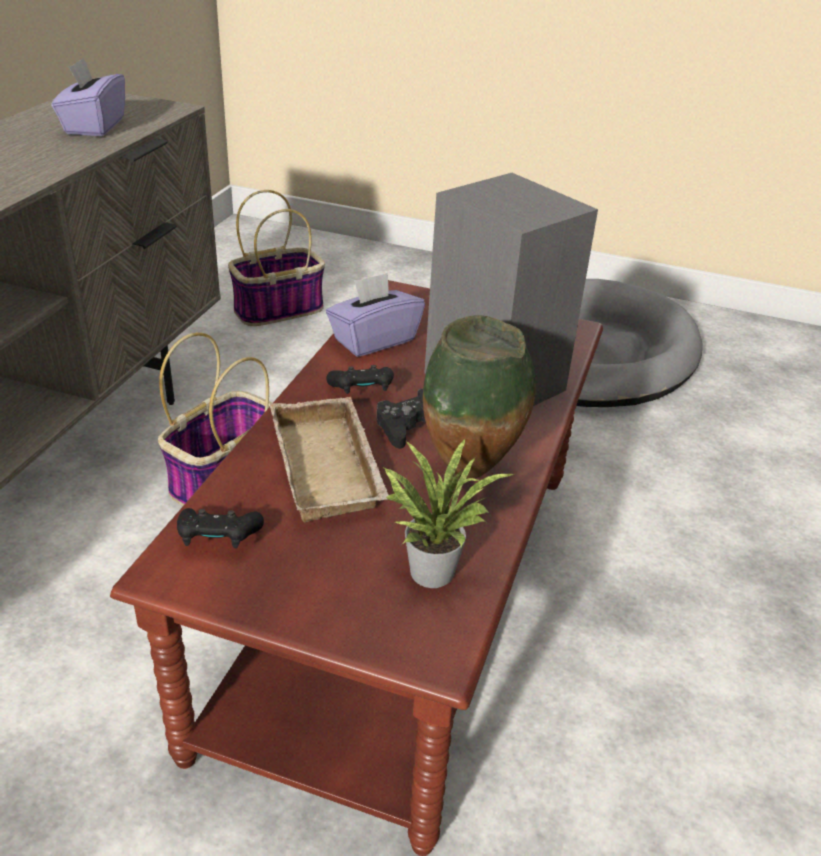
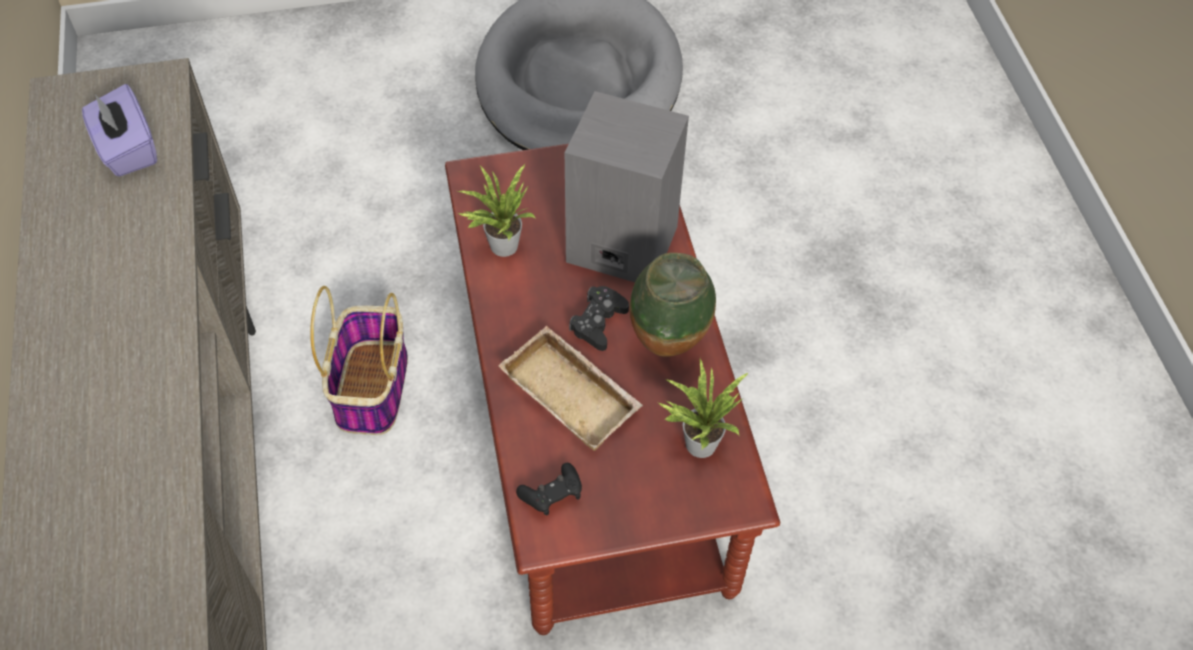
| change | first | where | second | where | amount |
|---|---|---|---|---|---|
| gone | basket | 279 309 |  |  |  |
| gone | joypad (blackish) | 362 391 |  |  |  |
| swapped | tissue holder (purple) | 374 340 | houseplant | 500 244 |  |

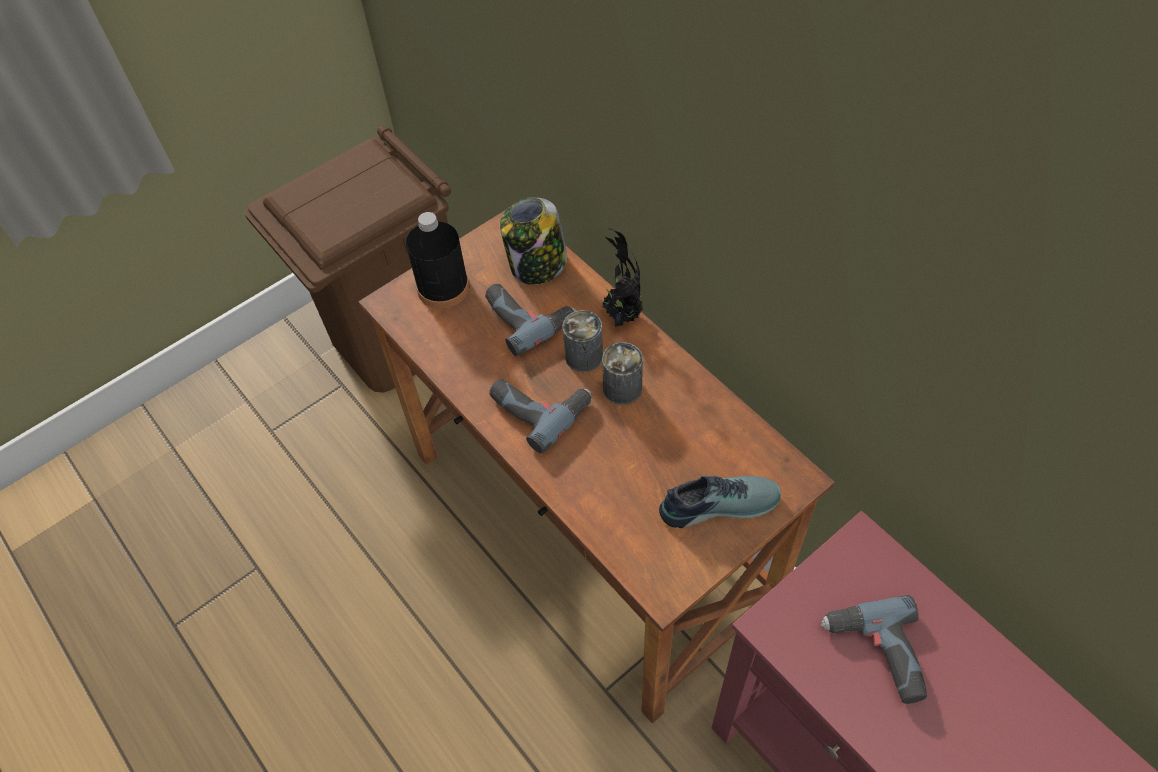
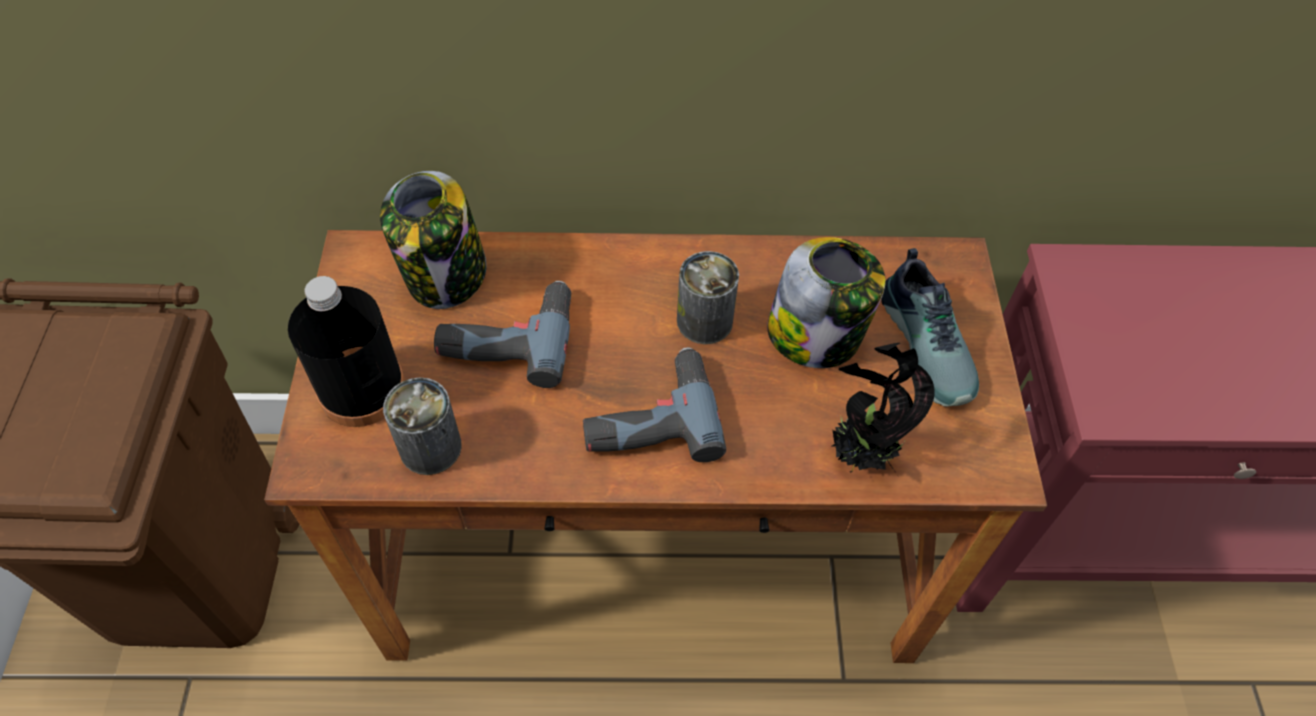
| change | first | where | second | where | amount |
|---|---|---|---|---|---|
| gone | drill | 876 656 |  |  |  |
| new |  |  | preserve jar | 816 335 |  |
| shifted | sealed can | 584 356 |  | 430 447 |  |
| shifted | houseplant | 621 315 |  | 859 456 |  |
| rotated | low shoe | 718 502 |  | 929 344 | 135 degrees clockwise |

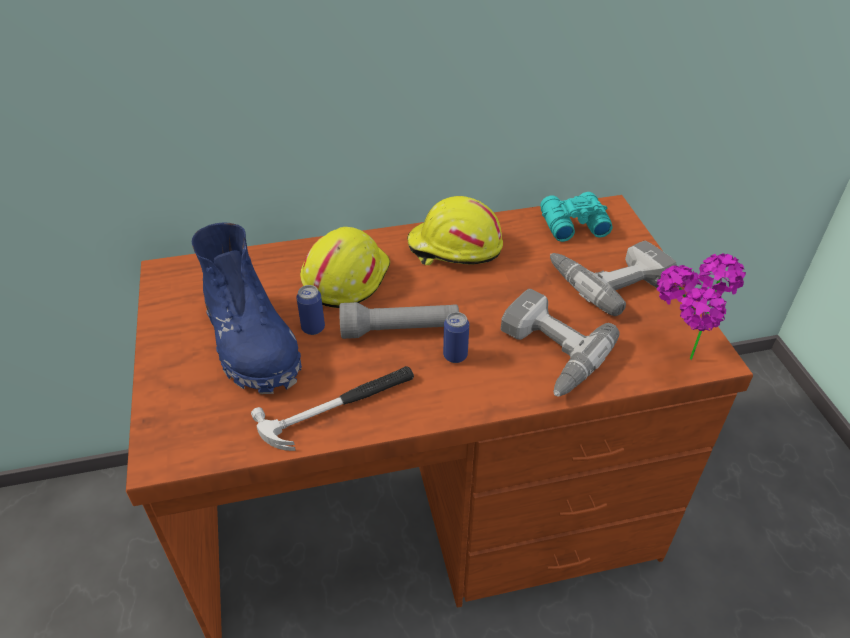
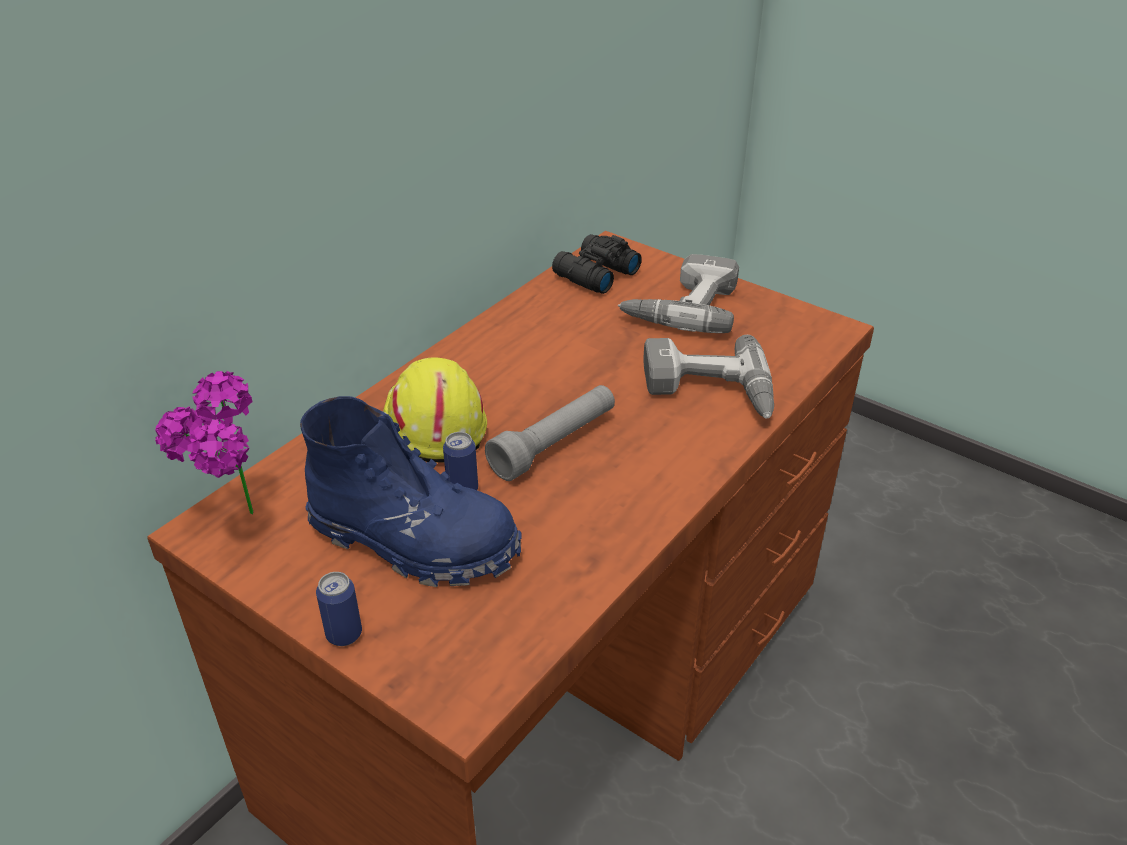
| change | first | where | second | where | amount |
|---|---|---|---|---|---|
| gone | hand hammer | 339 407 |  |  |  |
| gone | work helmet (yellowish) | 454 248 |  |  |  |
| shifted | sealed can | 455 355 |  | 344 634 |  |
| shifted | houseplant | 676 362 |  | 235 525 |  |
| repainted | field glasses (turquoise-coloured) | 572 224 | field glasses (blackish) | 594 274 |  |

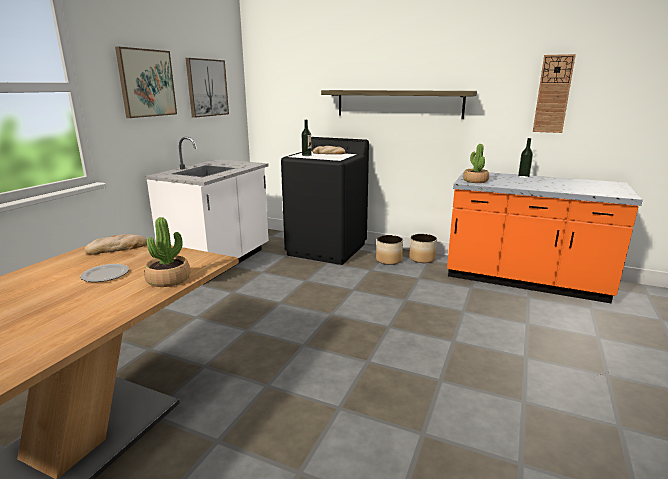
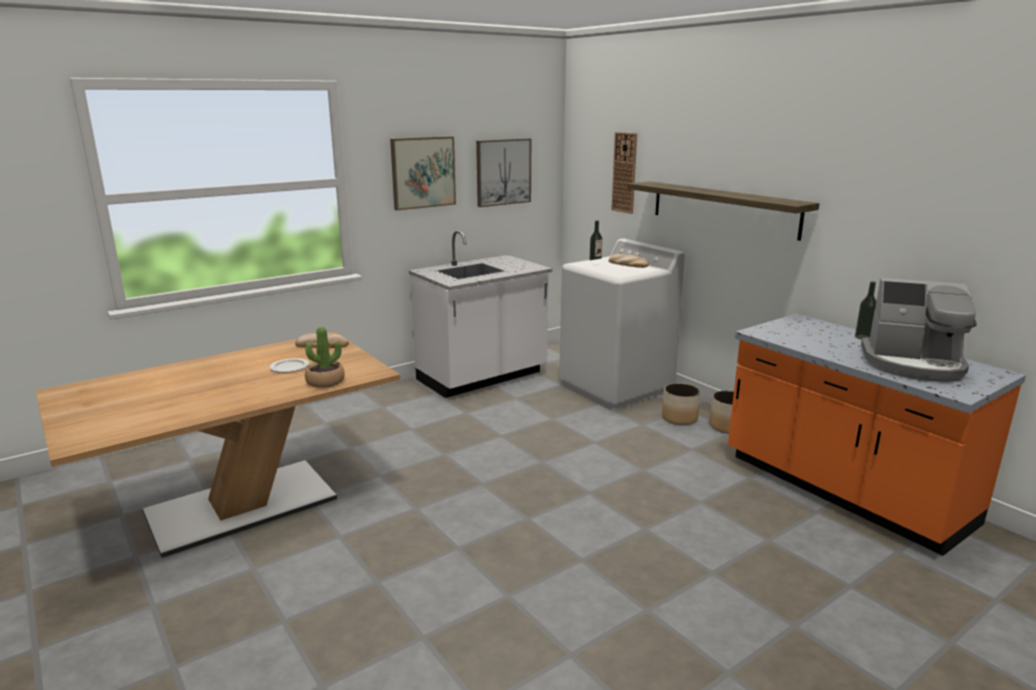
| change | first | where | second | where | amount |
|---|---|---|---|---|---|
| gone | houseplant | 475 181 |  |  |  |
| new |  |  | coffee machine | 913 365 |  |
| shifted | wall clock | 553 94 |  | 624 172 |  |
| repainted | laundry appliance (blackish) | 327 249 | laundry appliance (white-coloured) | 616 387 |  |

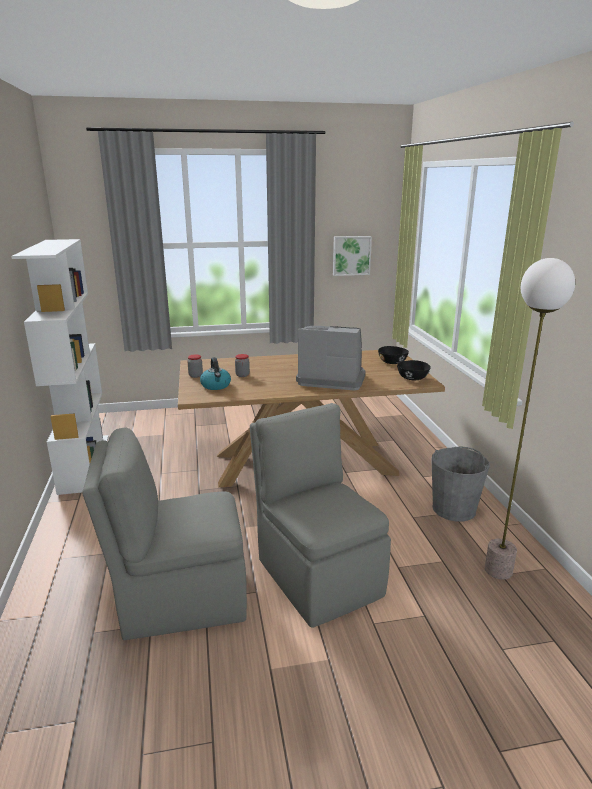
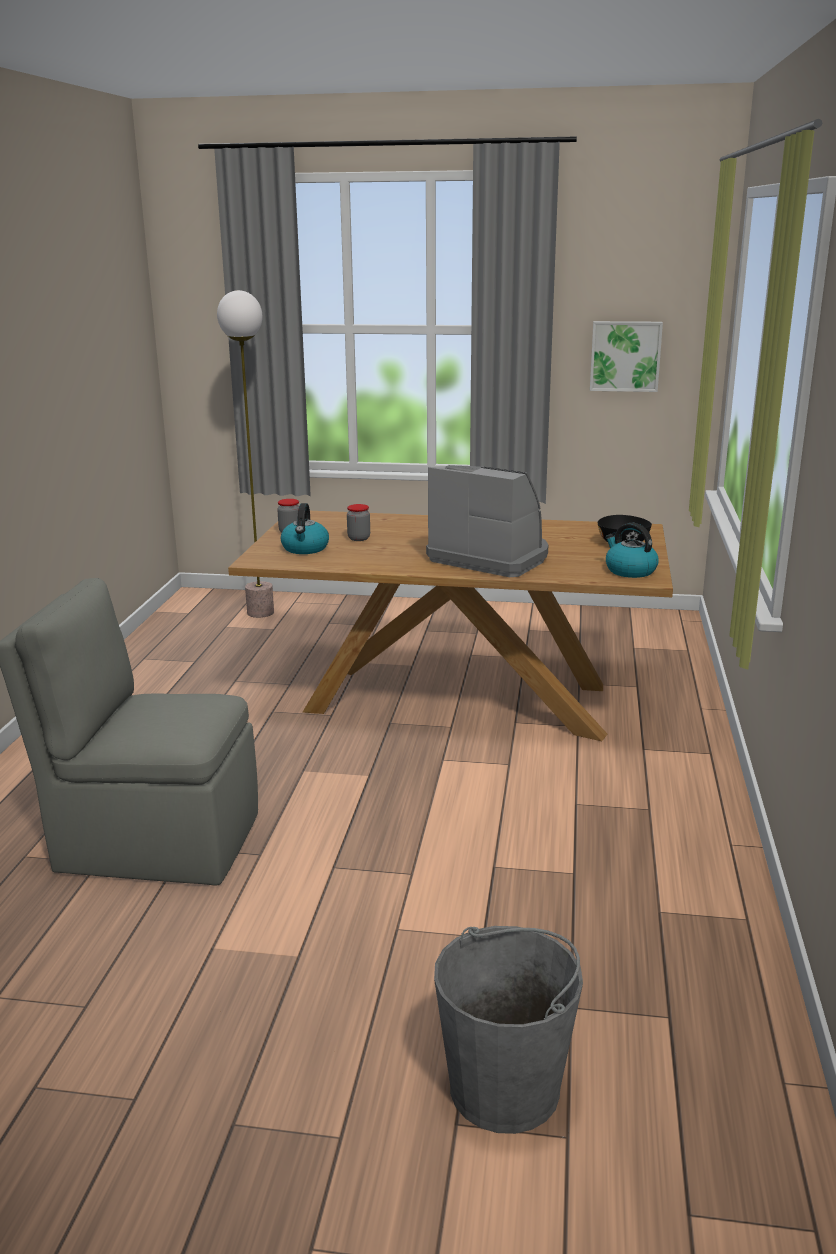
| change | first | where | second | where | amount |
|---|---|---|---|---|---|
| gone | bookshelf (white-coloured) | 84 462 |  |  |  |
| gone | chair (greyish) | 318 575 |  |  |  |
| shifted | water bucket (greyish) | 454 509 |  | 505 1088 |  |
| shifted | standard lamp | 499 570 |  | 261 612 |  |
| swapped | serving bowl (blackish) | 412 378 | water kettle | 629 571 |  |

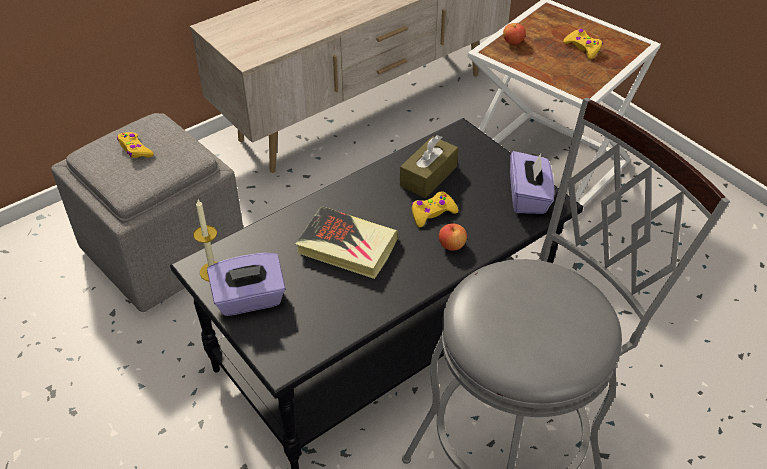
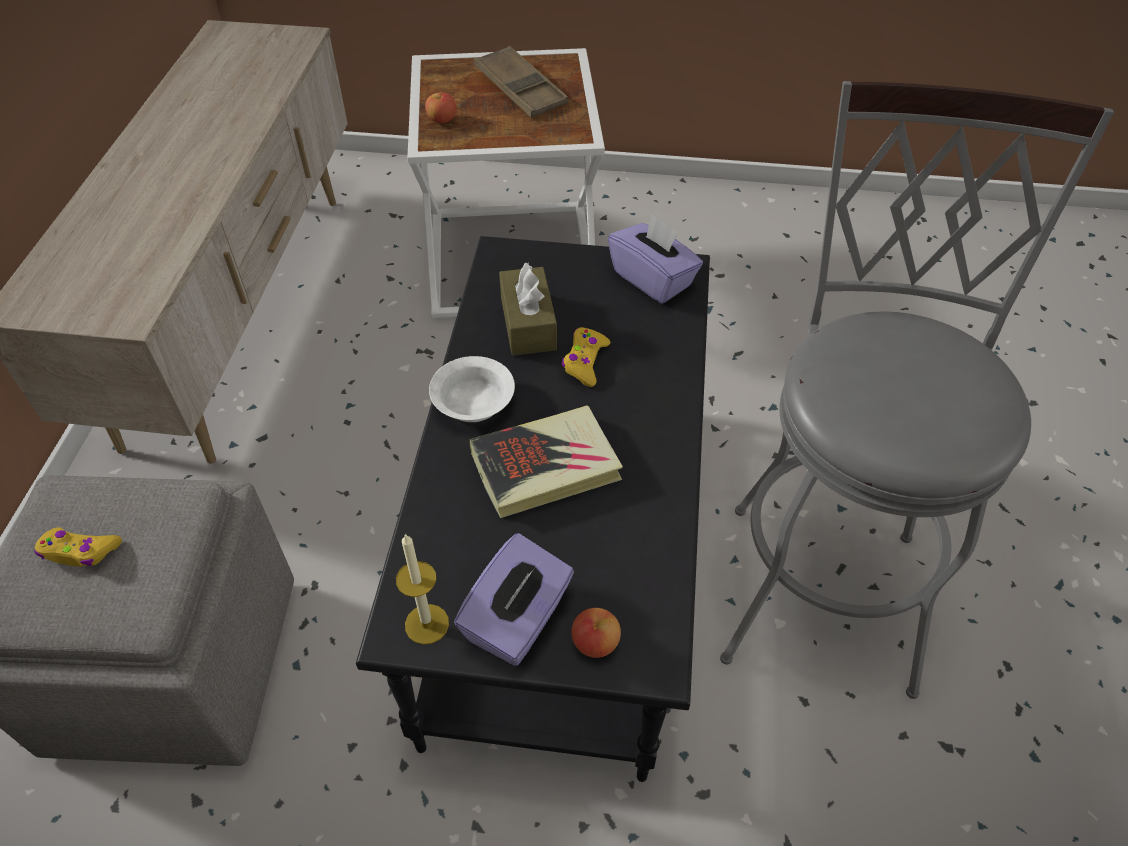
| change | first | where | second | where | amount |
|---|---|---|---|---|---|
| new |  |  | serving bowl (white-coloured) | 472 404 |  |
| shifted | apple fruit | 452 245 |  | 595 642 |  |
| swapped | joypad (yellowish) | 583 48 | tray (brownish) | 520 89 |  |

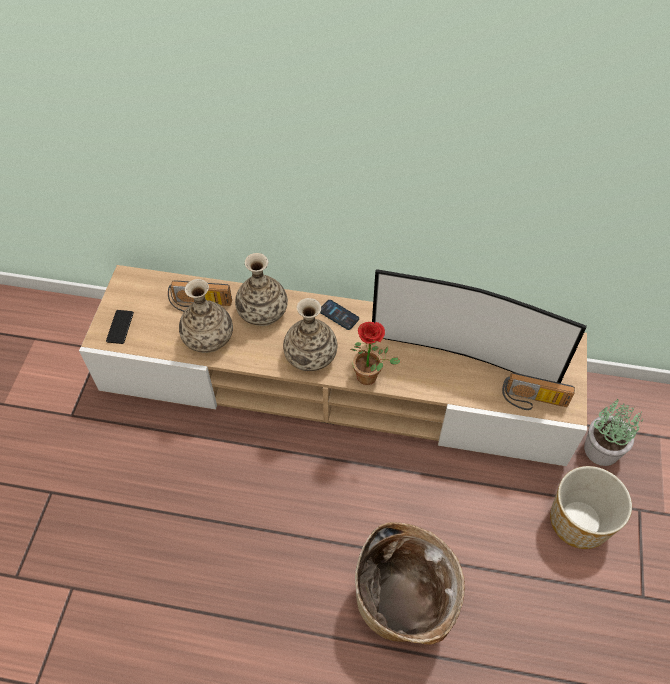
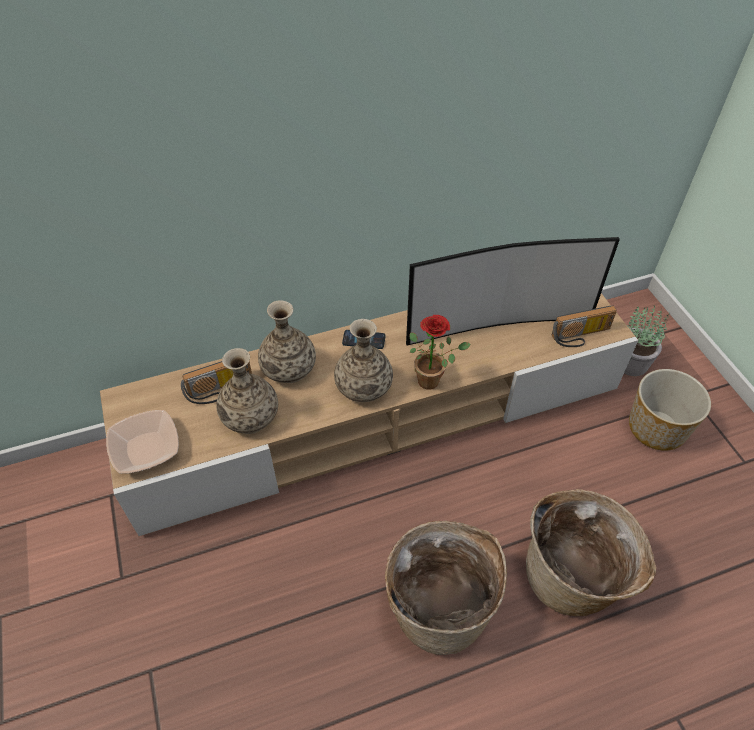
| change | first | where | second | where | amount |
|---|---|---|---|---|---|
| new |  |  | basket | 440 605 |  |
| swapped | handset | 120 327 | serving bowl | 146 449 |  |

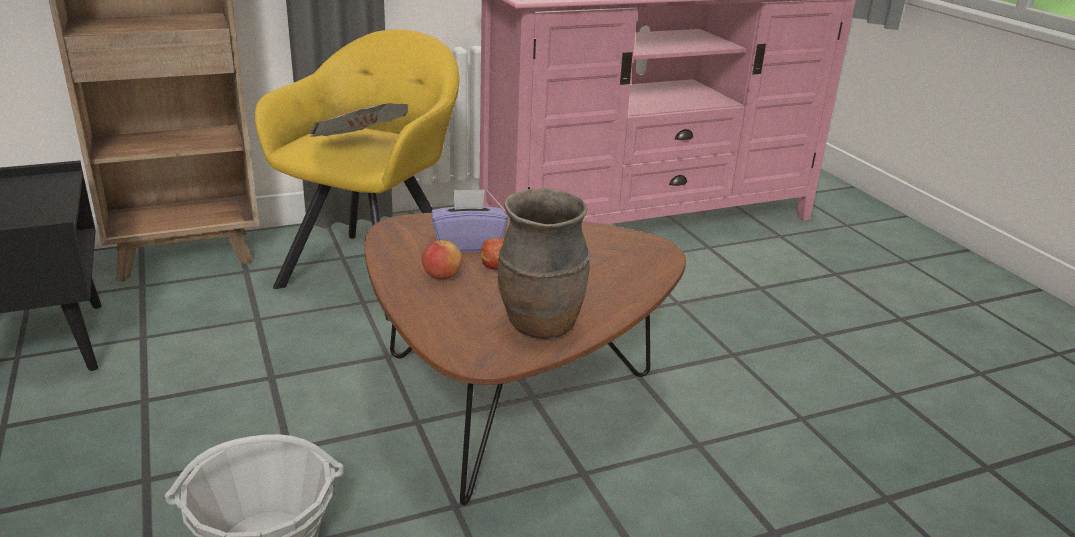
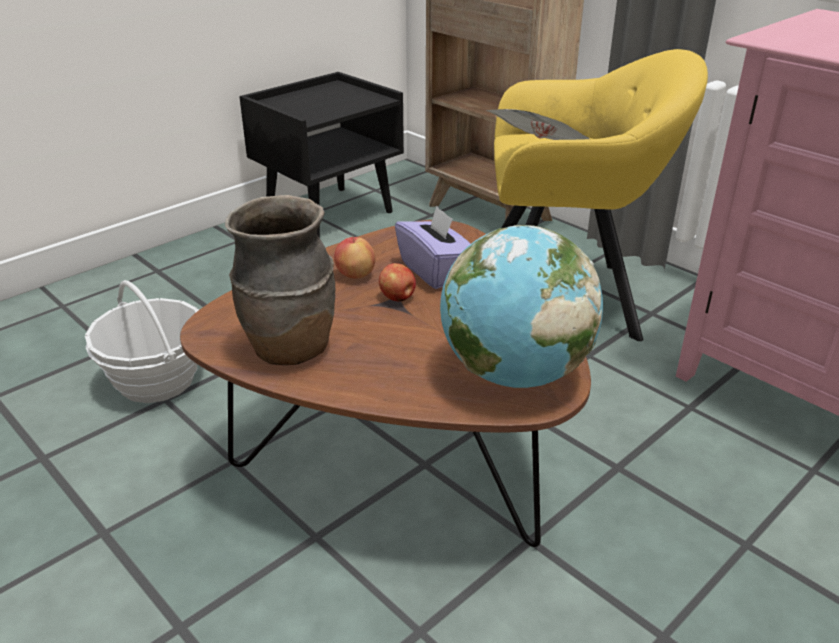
| change | first | where | second | where | amount |
|---|---|---|---|---|---|
| new |  |  | desk globe | 514 373 |  |

